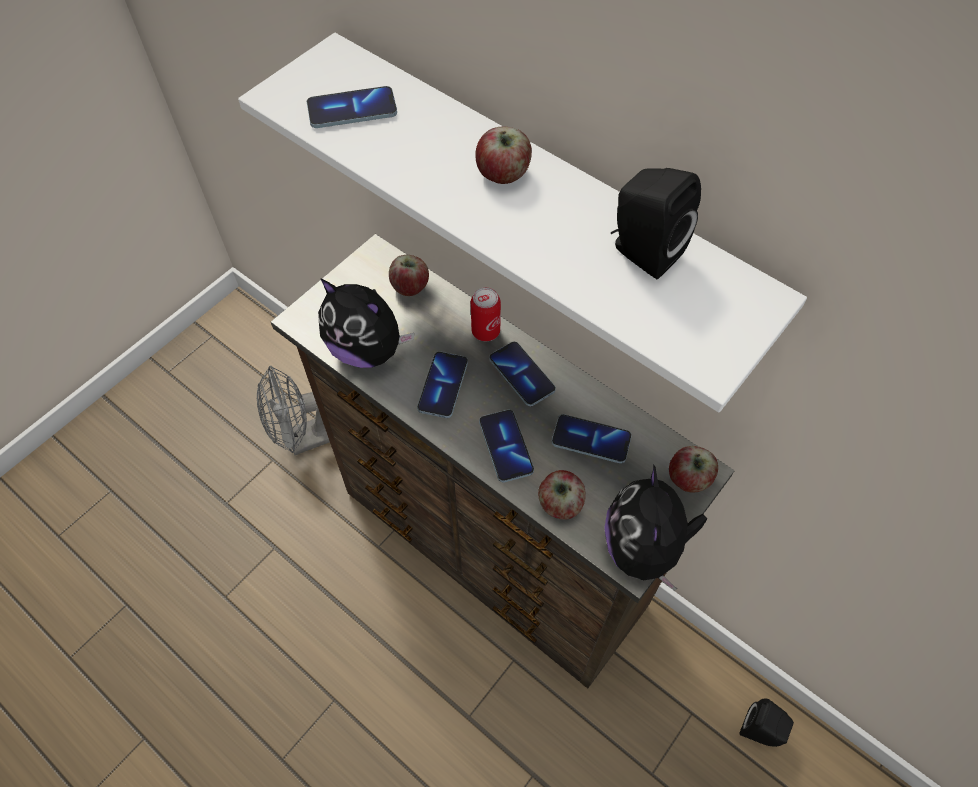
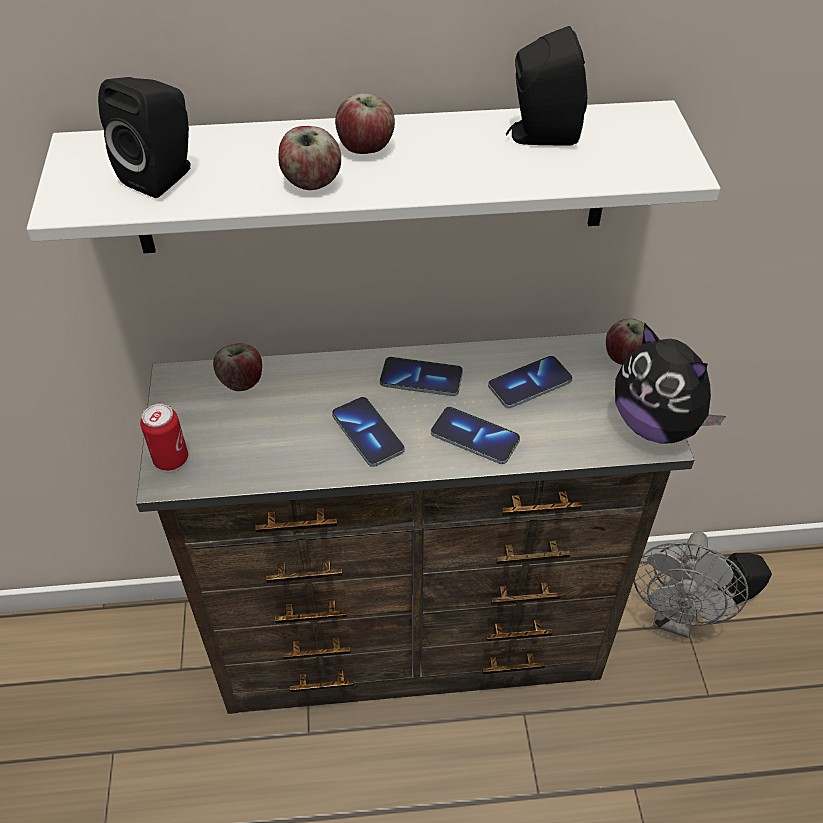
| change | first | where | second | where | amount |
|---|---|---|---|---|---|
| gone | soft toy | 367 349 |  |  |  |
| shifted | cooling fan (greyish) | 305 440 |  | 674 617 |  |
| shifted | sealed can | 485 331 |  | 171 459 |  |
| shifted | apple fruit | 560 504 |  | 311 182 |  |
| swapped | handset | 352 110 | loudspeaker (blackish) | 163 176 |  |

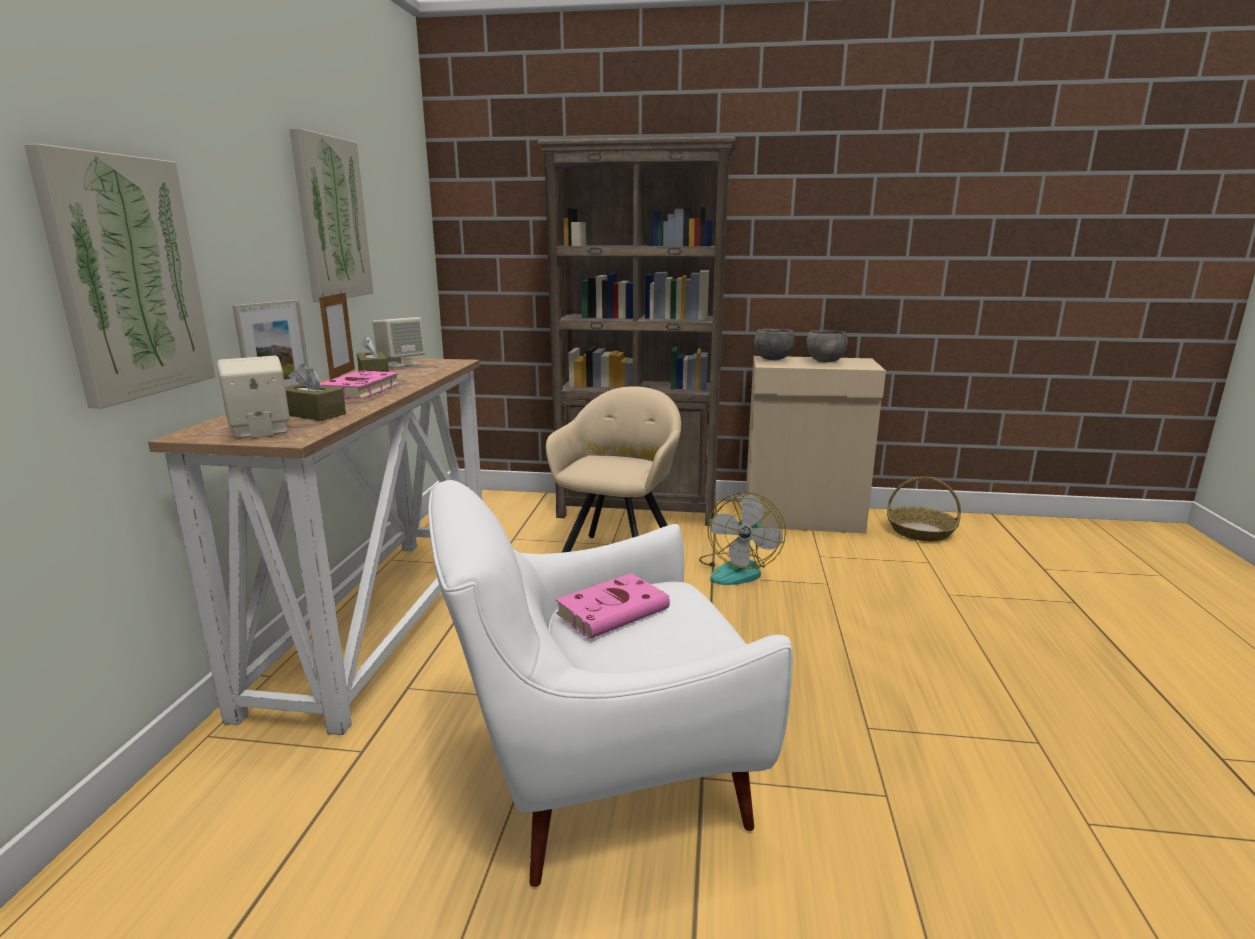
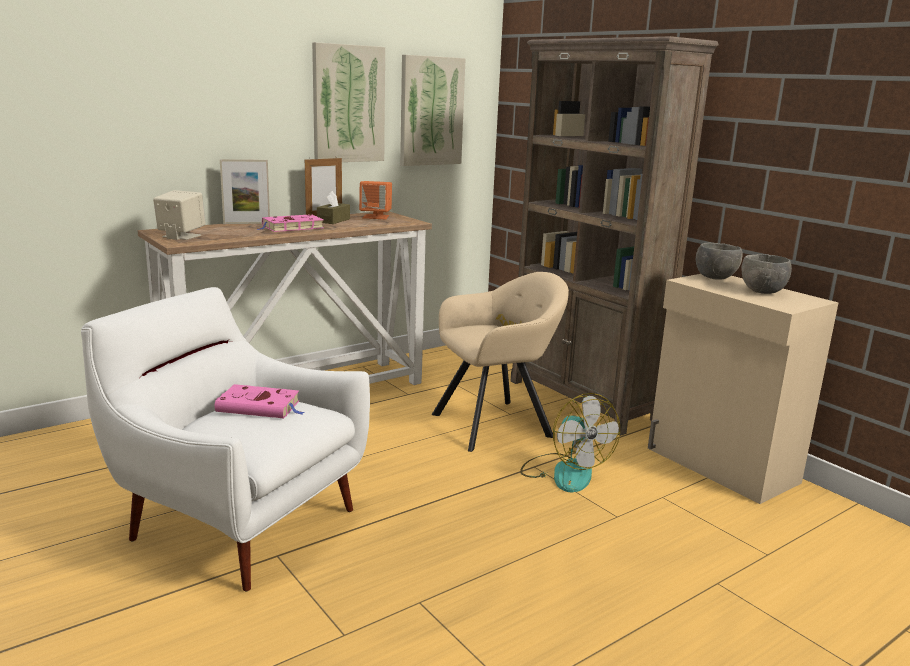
| change | first | where | second | where | amount |
|---|---|---|---|---|---|
| gone | tissue holder (brownish) | 312 414 |  |  |  |
| gone | basket | 921 531 |  |  |  |
| shifted | wall picture | 127 278 |  | 431 111 |  |
| repainted | loudspeaker (beige-coloured) | 401 364 | loudspeaker (orangey) | 376 217 |  |
| rotated | cooling fan | 738 570 |  | 564 472 | 90 degrees counterclockwise |

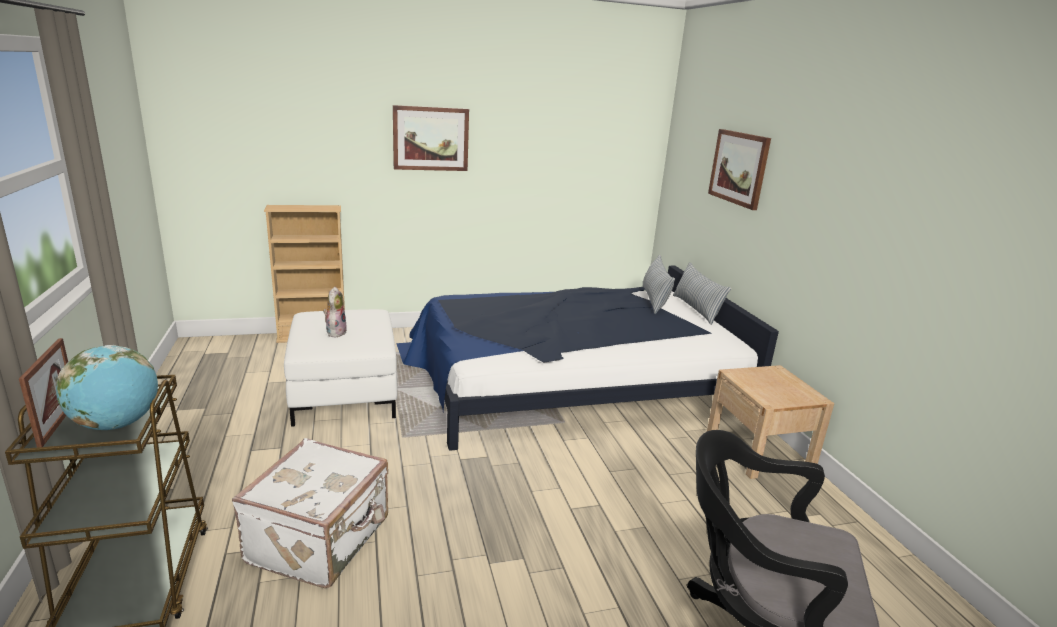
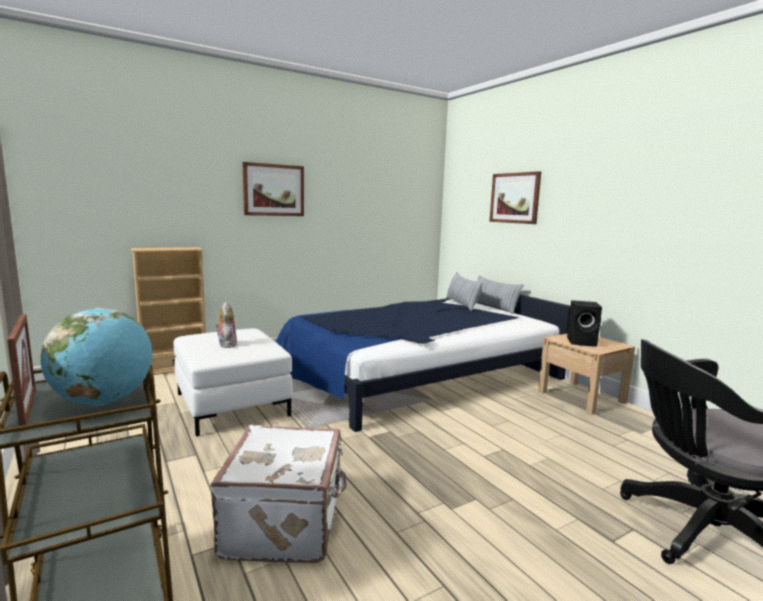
| change | first | where | second | where | amount |
|---|---|---|---|---|---|
| new |  |  | loudspeaker (blackish) | 582 342 |  |

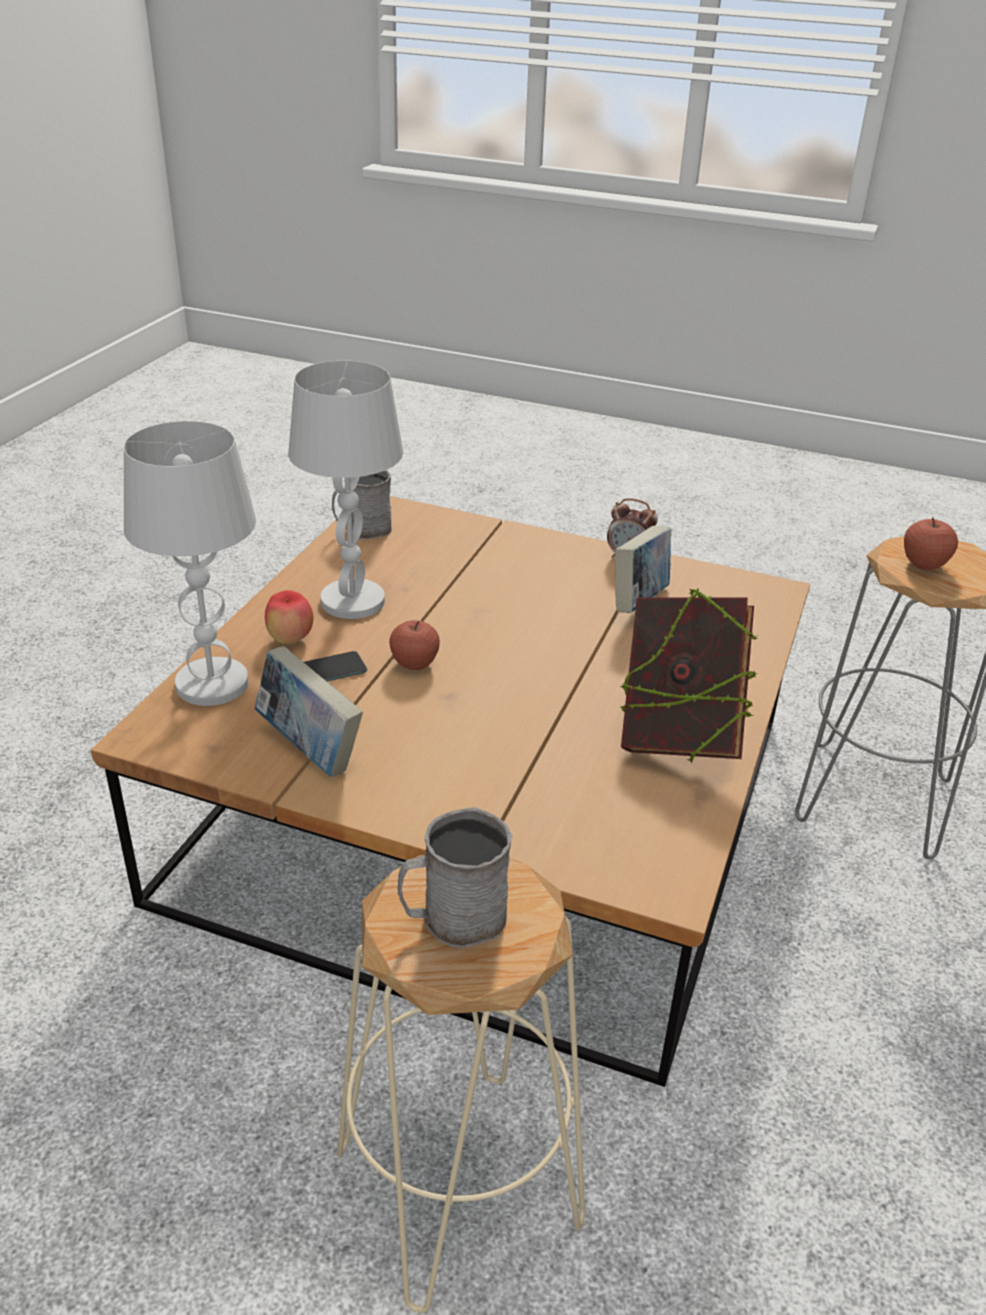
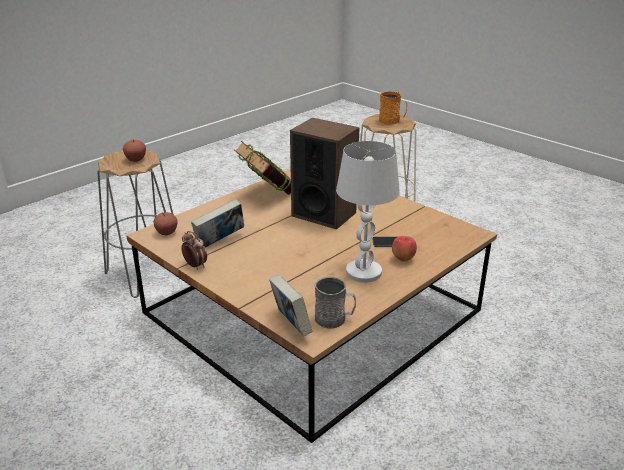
| change | first | where | second | where | amount |
|---|---|---|---|---|---|
| gone | tabletop lamp (white-coloured) | 211 684 |  |  |  |
| new |  |  | loudspeaker | 324 214 |  |
| shifted | bound book | 309 749 |  | 290 325 |  |
| shifted | apple fruit | 414 663 |  | 166 233 |  |
| repainted | coffee mug (greyish) | 453 919 | coffee mug (orangey) | 392 121 |  |

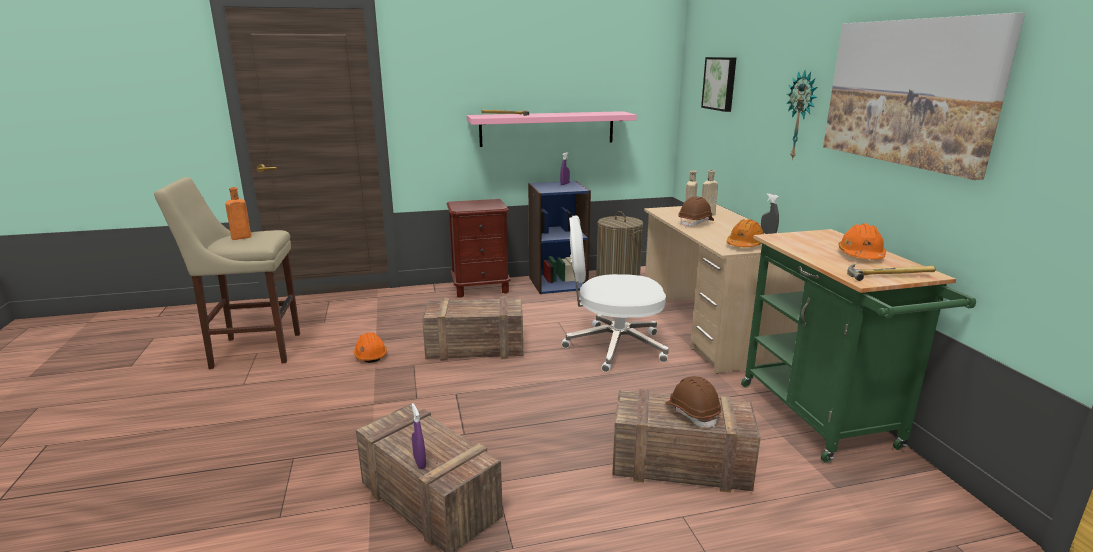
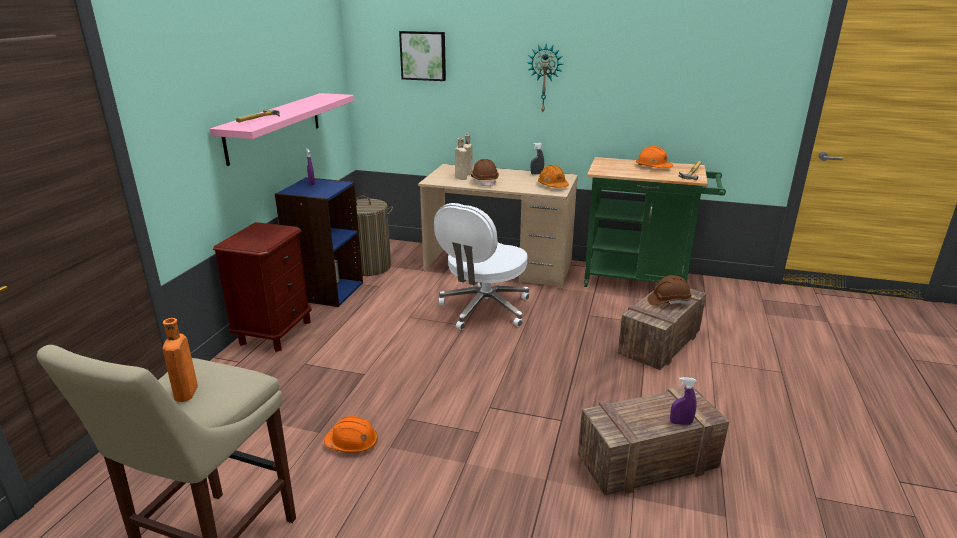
| change | first | where | second | where | amount |
|---|---|---|---|---|---|
| gone | shipping crate | 477 348 |  |  |  |
| gone | wall picture | 909 92 |  |  |  |

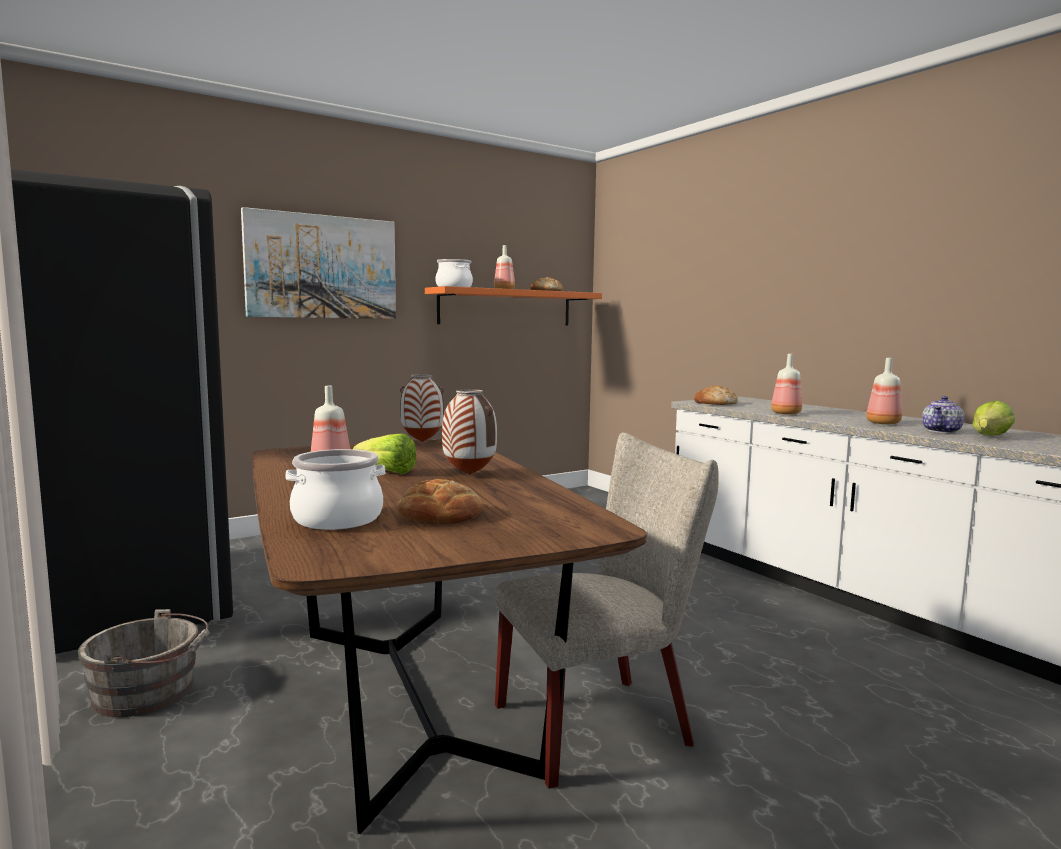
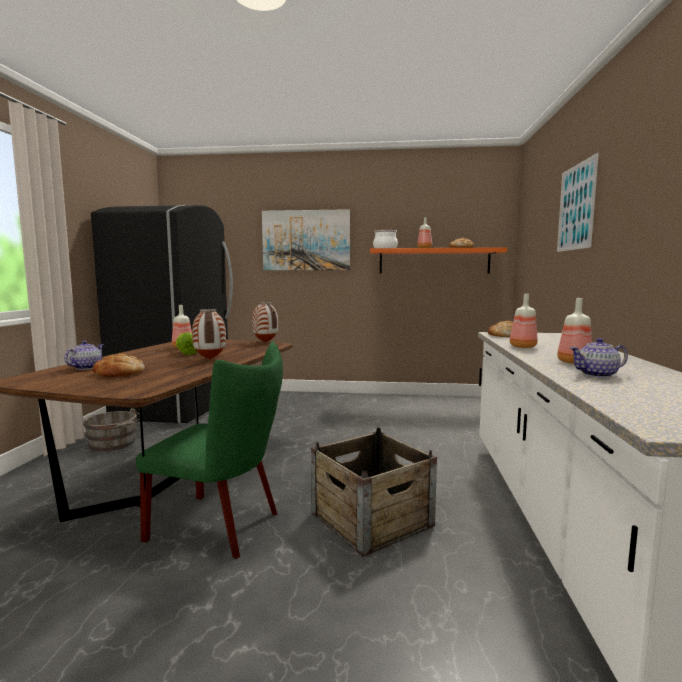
| change | first | where | second | where | amount |
|---|---|---|---|---|---|
| gone | head of lettuce | 986 437 |  |  |  |
| new |  |  | shipping crate | 372 519 |  |
| new |  |  | wall picture | 576 207 |  |
| swapped | cooking pot | 337 519 | pot for tea | 86 368 |  |
| repainted | chair (beige-coloured) | 603 723 | chair (green-coloured) | 222 526 |  |

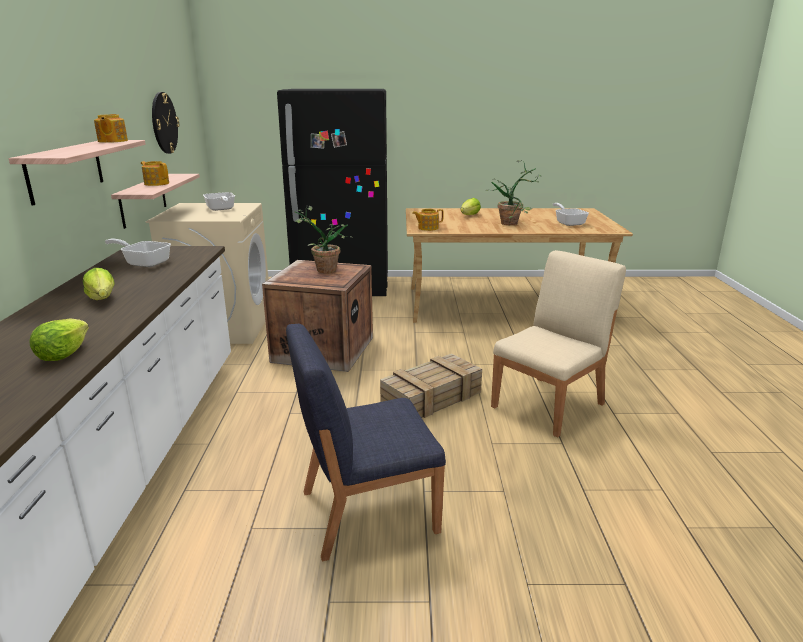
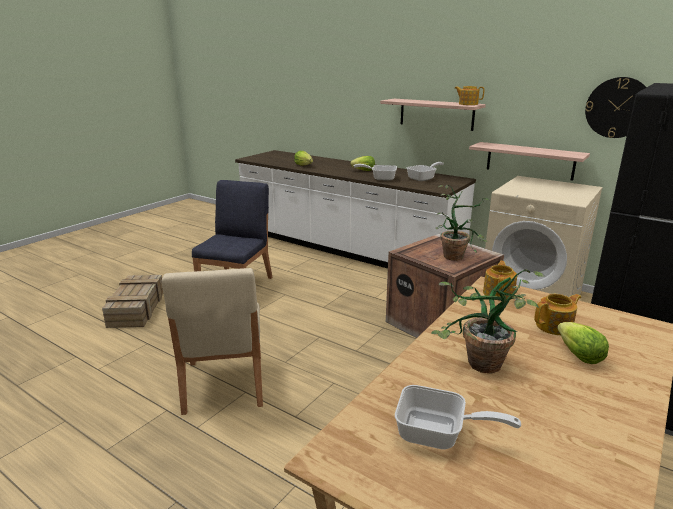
| change | first | where | second | where | amount |
|---|---|---|---|---|---|
| shifted | pot for tea | 156 183 |  | 555 326 |  |
| shifted | skillet | 220 209 |  | 380 178 |  |
| shifted | shipping crate | 432 397 |  | 137 309 |  |

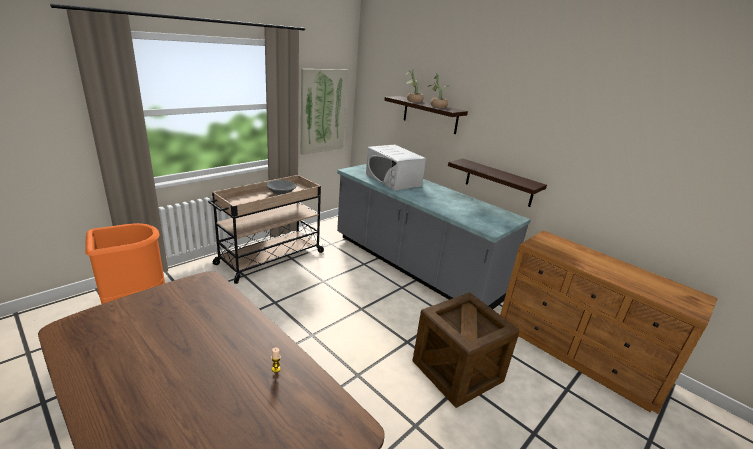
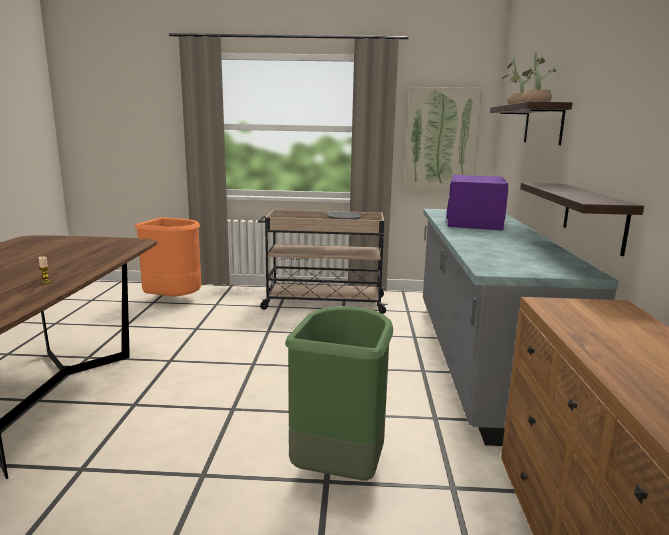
| change | first | where | second | where | amount |
|---|---|---|---|---|---|
| swapped | shipping crate | 457 371 | trash can (green-coloured) | 339 468 |  |
| repainted | kitchen microwave (white-coloured) | 393 180 | kitchen microwave (purple) | 474 221 |  |

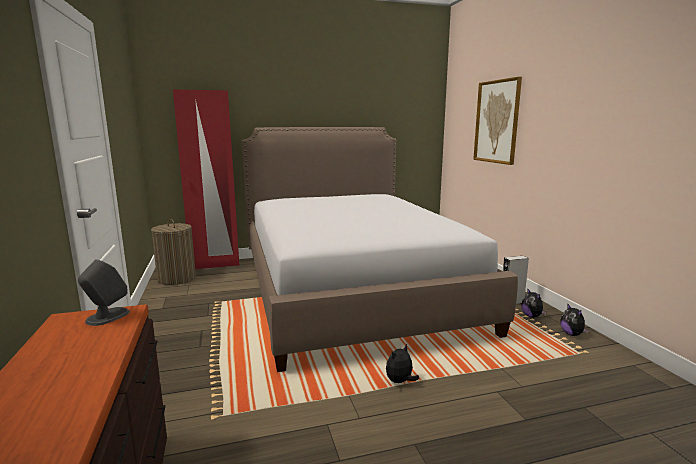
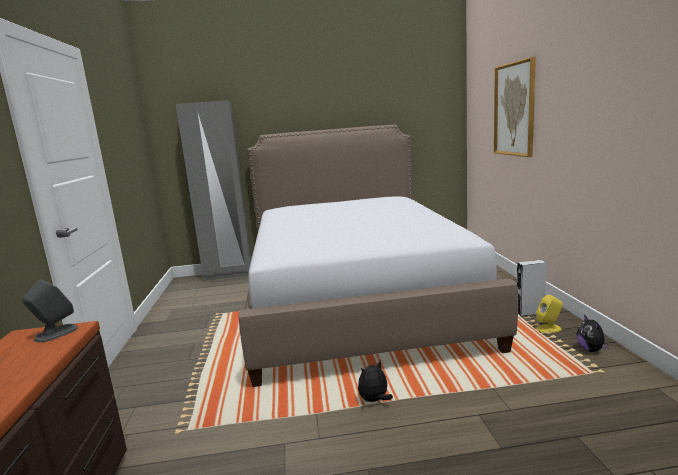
| change | first | where | second | where | amount |
|---|---|---|---|---|---|
| gone | laundry basket | 176 278 |  |  |  |
| swapped | soft toy | 532 316 | loudspeaker (yellowish) | 549 328 |  |
| repainted | clothes cupboard (red) | 215 264 | clothes cupboard (greyish) | 228 275 |  |

